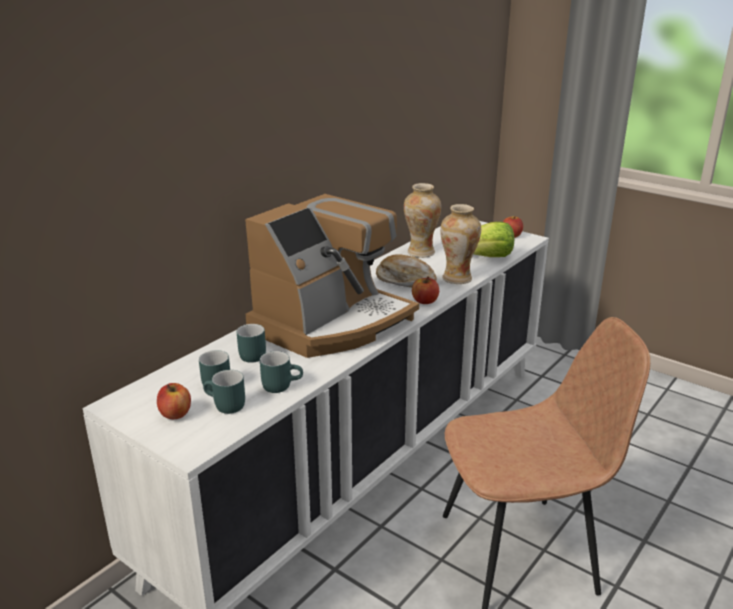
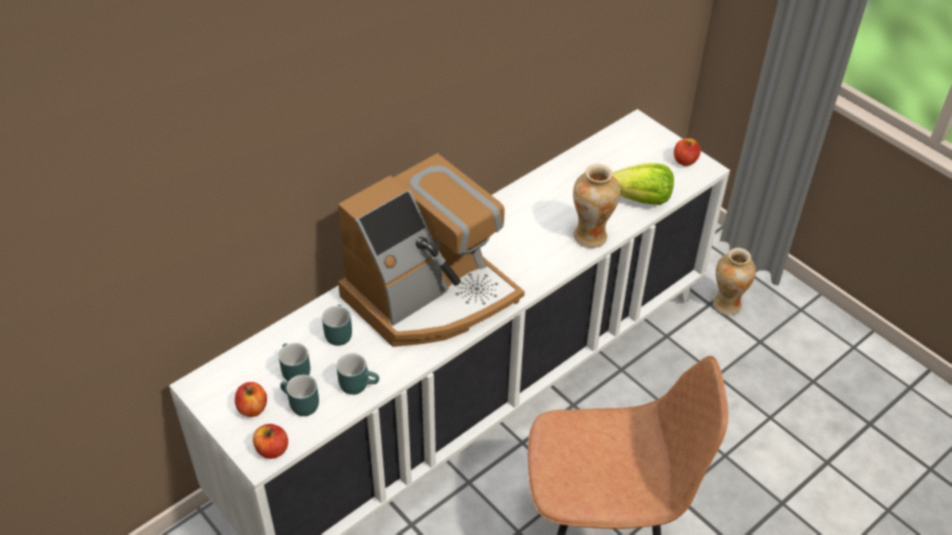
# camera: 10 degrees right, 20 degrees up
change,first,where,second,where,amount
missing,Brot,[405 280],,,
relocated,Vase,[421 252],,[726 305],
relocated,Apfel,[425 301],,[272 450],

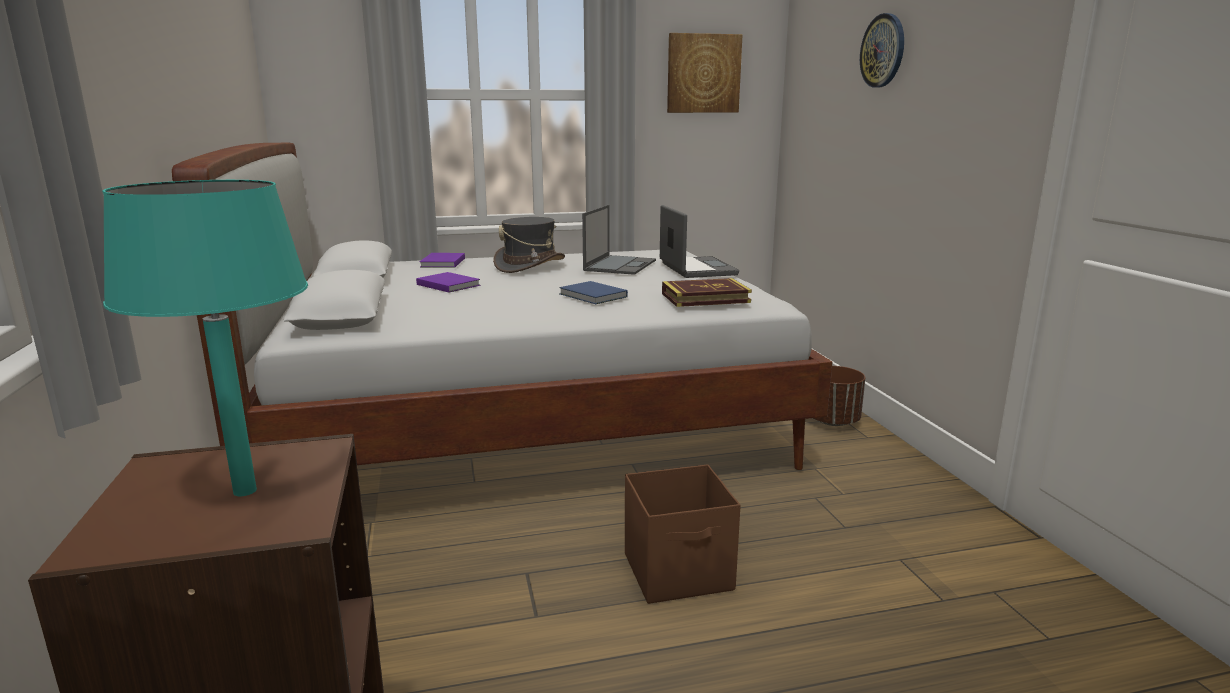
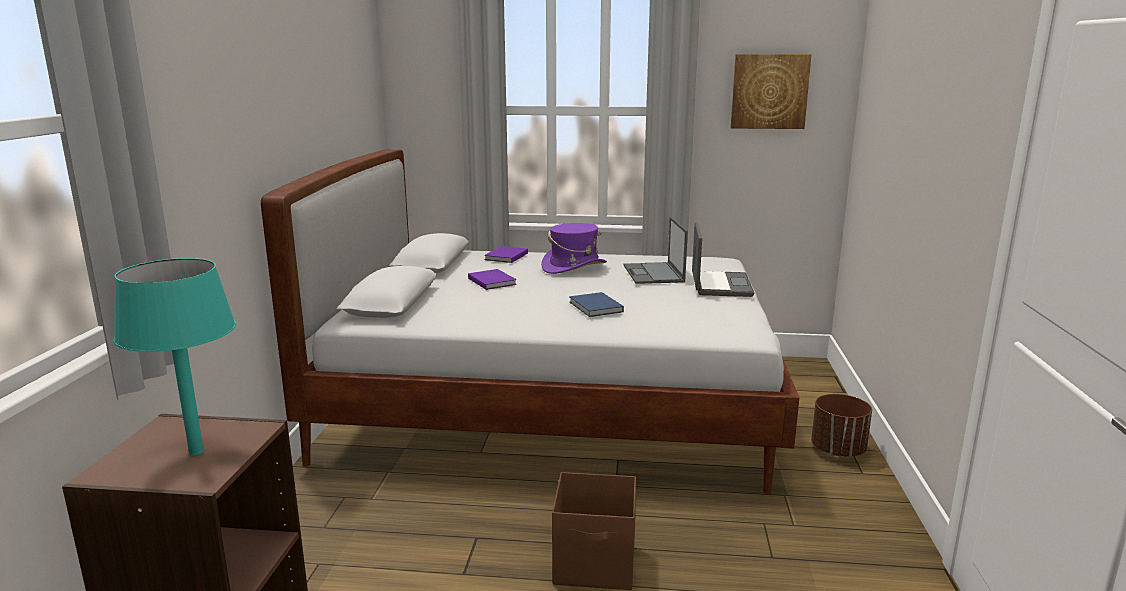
# camera: 20 degrees right, 0 degrees up
change,first,where,second,where,amount
missing,Buch,[705 298],,,
missing,Wanduhr,[883 51],,,
colour,Hut (grau),[530 266],Hut (lila),[574 267],
spun,Laptop,[620 265],,[653 274],135 degrees clockwise

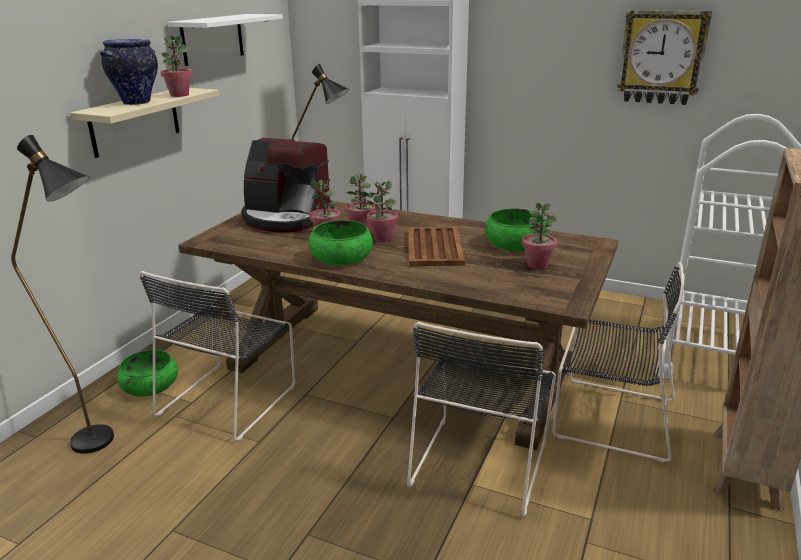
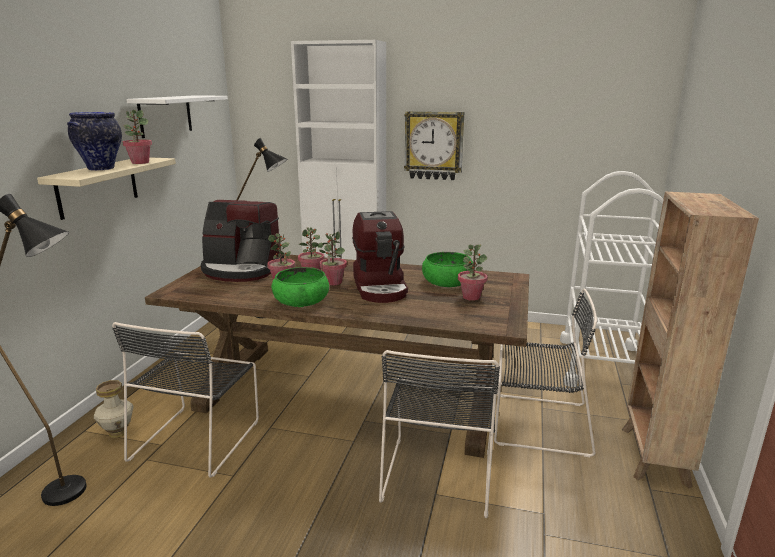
# camera: 10 degrees left, 5 degrees down
change,first,where,second,where,amount
relocated,Wanduhr,[662 57],,[434 145],
exchanged,Schüssel (grün),[150 385],Vase,[117 433],
exchanged,Tablett (braun),[435 247],Kaffeemaschine,[380 287],

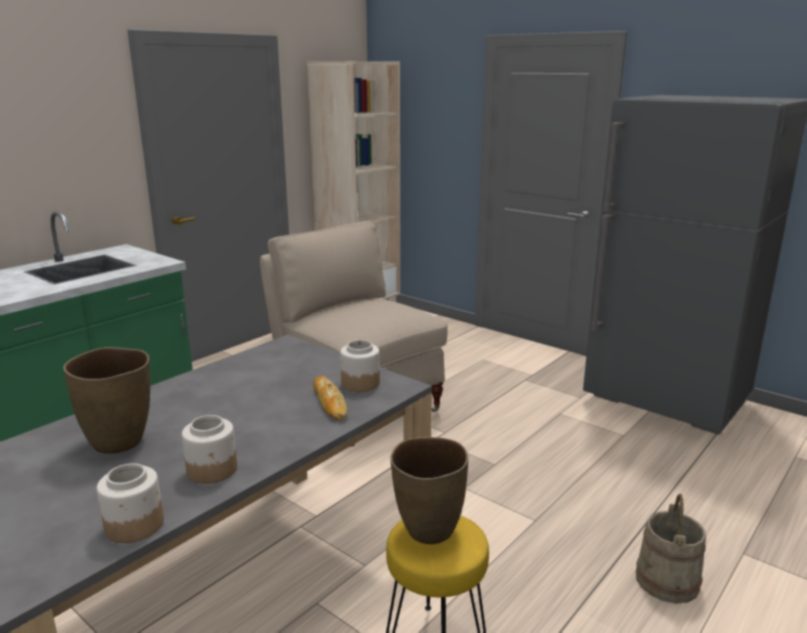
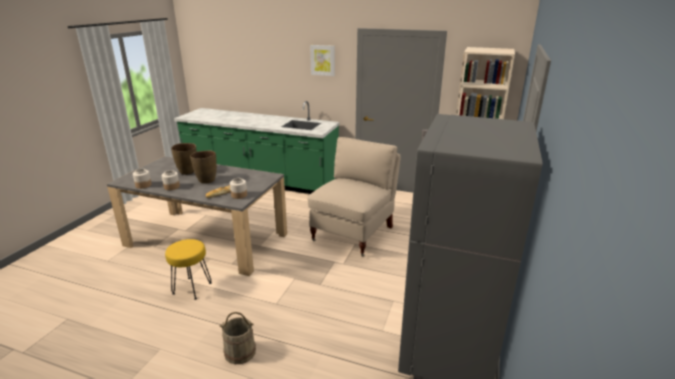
# camera: 70 degrees right, 5 degrees up
change,first,where,second,where,amount
appeared,,,Bild,[322 60],
relocated,Vase (braun),[428 531],,[206 180],

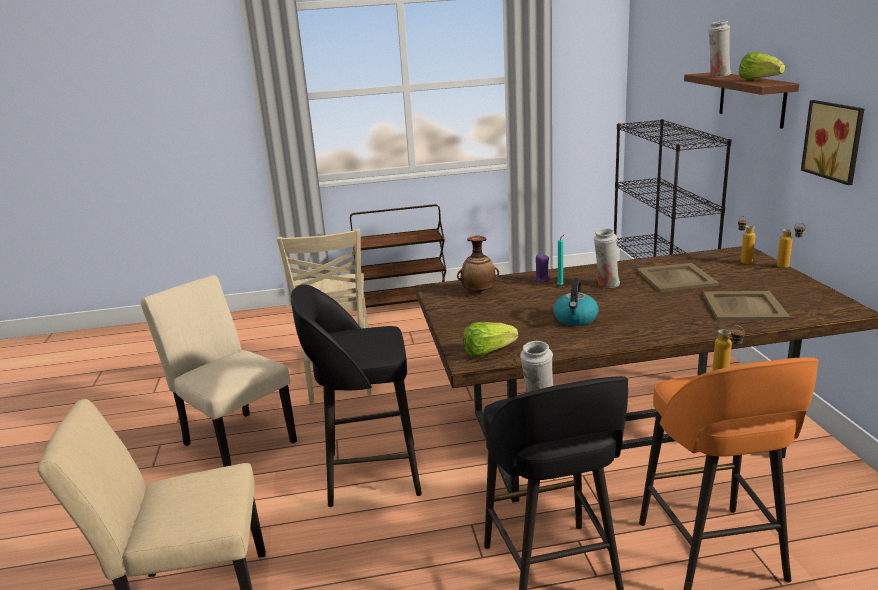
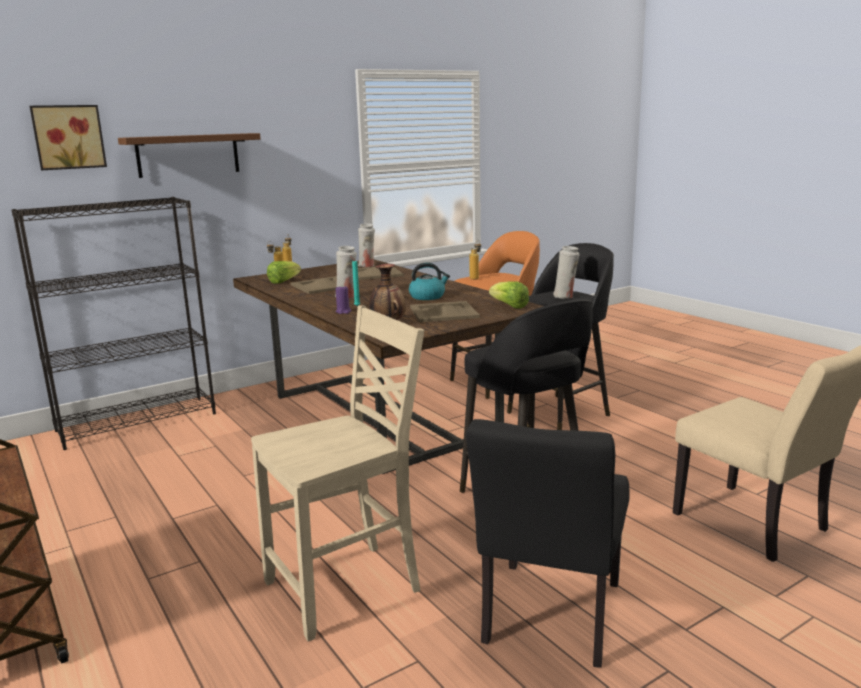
# camera: 115 degrees left, 5 degrees down
change,first,where,second,where,amount
appeared,,,Tablett (beige),[444 312],
relocated,Vase (weiß),[718 75],,[367 266],
relocated,Salatkopf,[759 80],,[283 281],
relocated,Bild,[835 140],,[68 137],
colour,Stuhl (beige),[234 440],Stuhl (schwarz),[549 620],

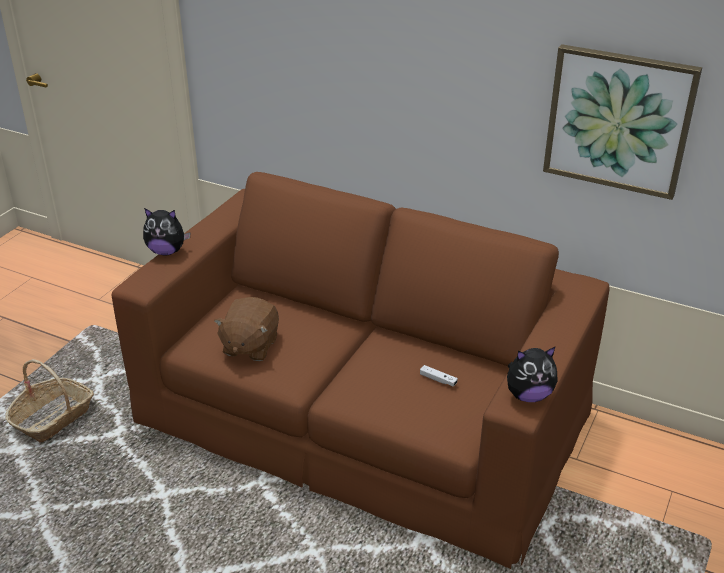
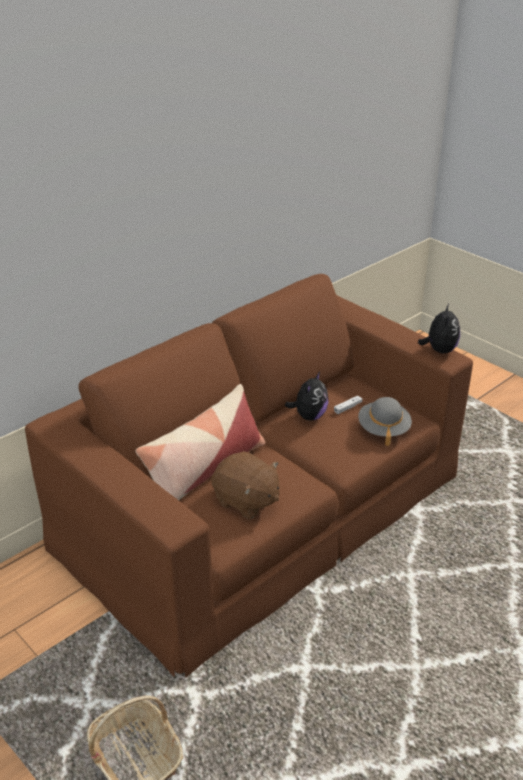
# camera: 70 degrees left, 0 degrees up
change,first,where,second,where,amount
missing,Bild,[618 120],,,
appeared,,,Kissen,[205 469],
appeared,,,Hut (grau),[383 429],
relocated,Plüschtier,[167 251],,[309 416],

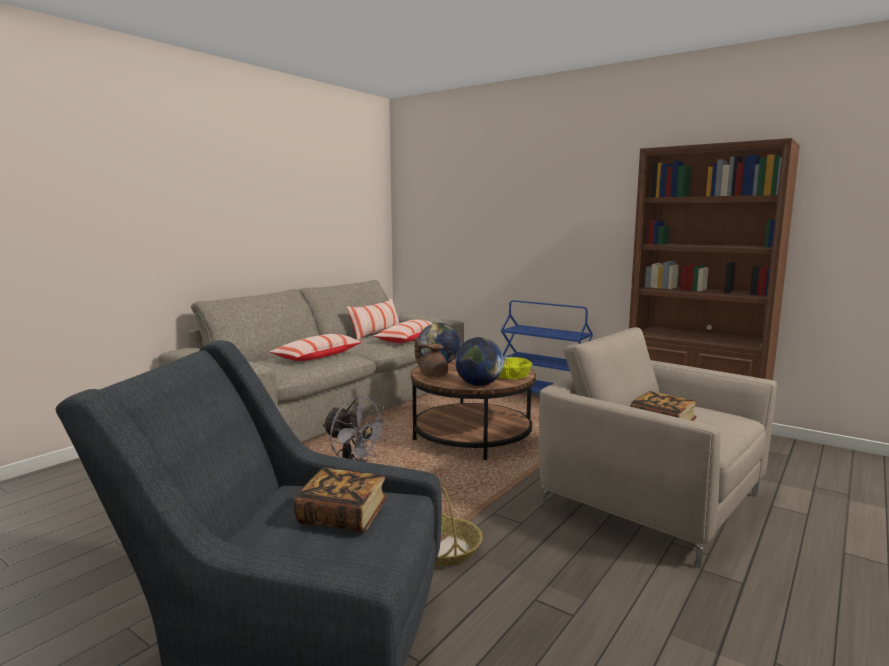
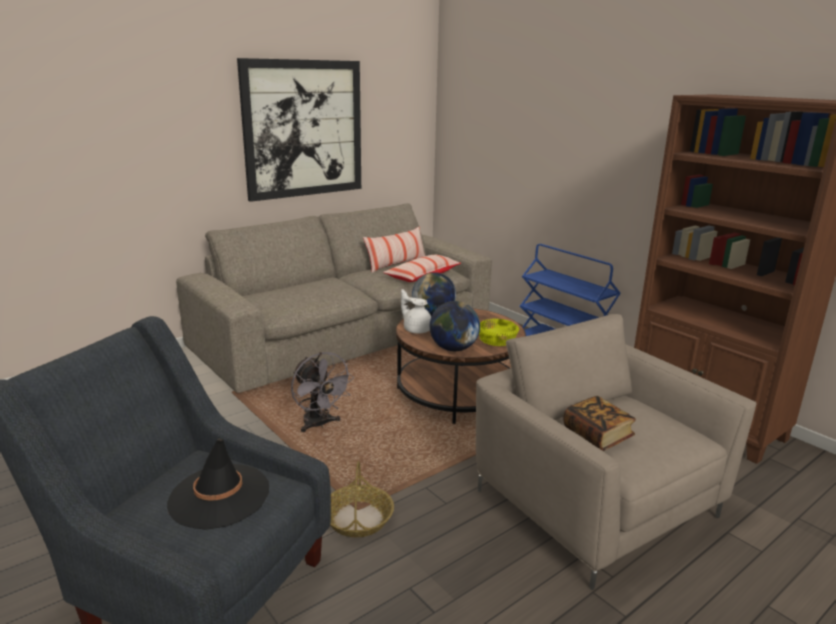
# camera: 15 degrees right, 10 degrees up
change,first,where,second,where,amount
missing,Kissen,[318 356],,,
appeared,,,Bild,[303 129],
exchanged,Buch,[342 517],Hut (schwarz),[219 496],
colour,Teekanne (braun),[432 375],Teekanne (weiß),[416 329],

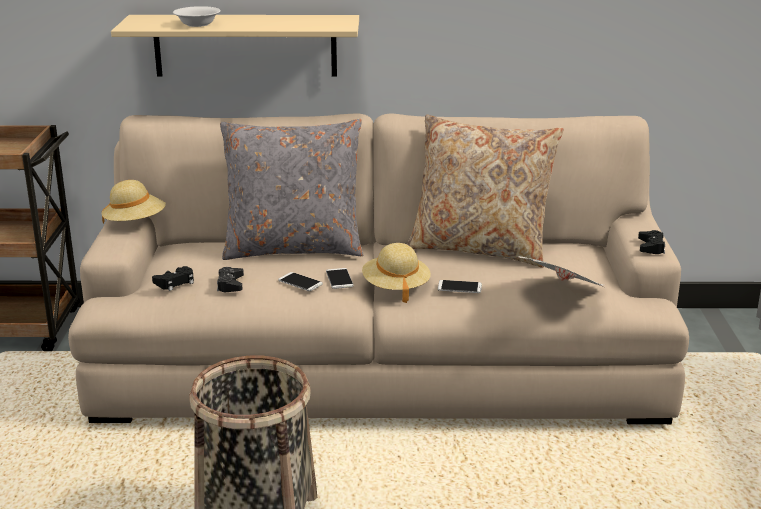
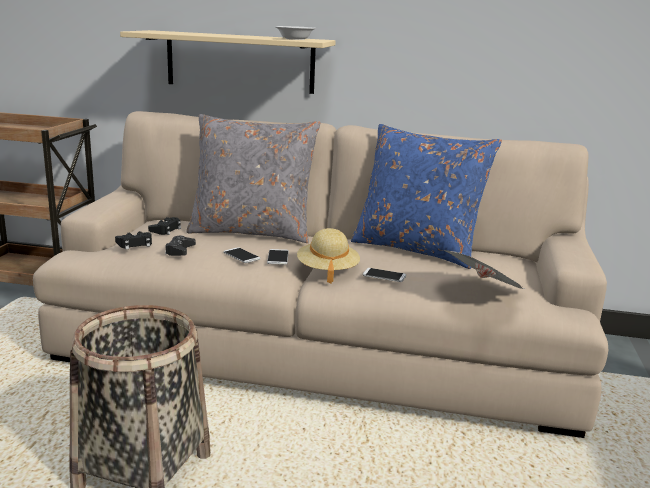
# camera: 10 degrees right, 5 degrees down
change,first,where,second,where,amount
missing,Hut (beige),[135 223],,,
relocated,Schüssel (weiß),[198 24],,[295 39],
relocated,Gamepad (schwarz),[651 247],,[166 230],
colour,Kissen (beige),[480 248],Kissen (blau),[417 249],

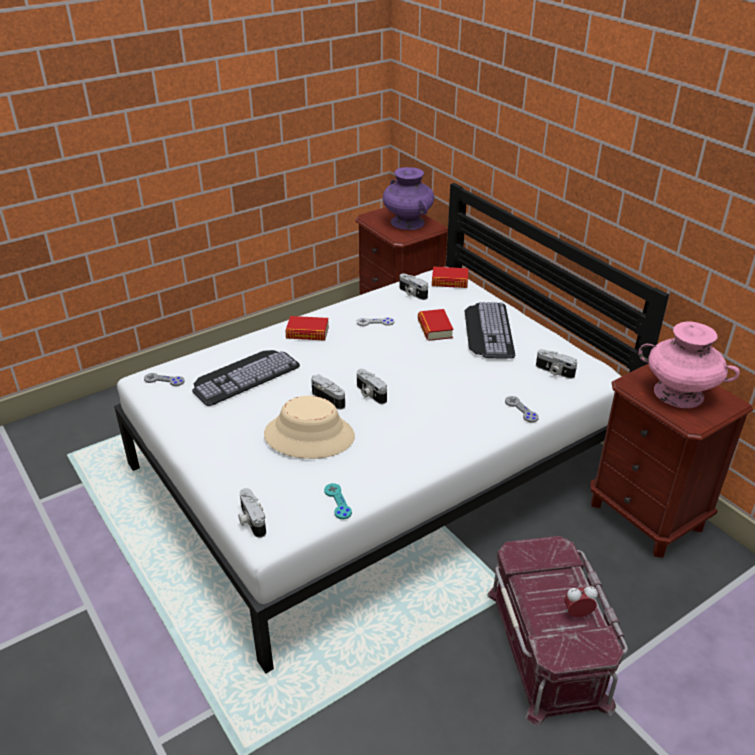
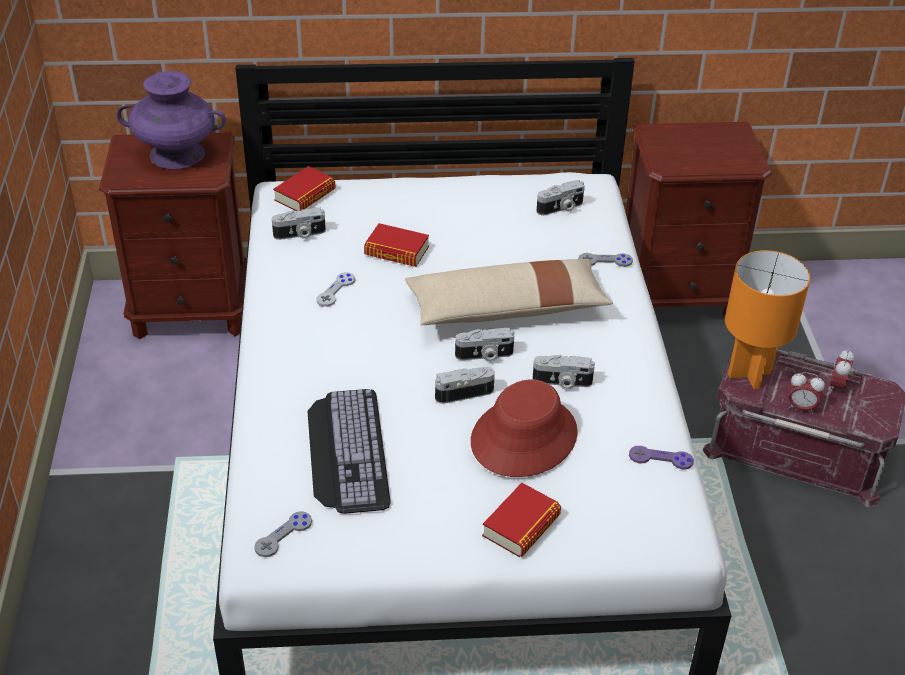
# camera: 60 degrees left, 5 degrees up
change,first,where,second,where,amount
missing,Tastatur,[487 329],,,
missing,Vase (rosa),[679 394],,,
appeared,,,Kissen (beige),[507 309],
appeared,,,Tischlampe (orange),[748 373],
appeared,,,Wecker,[801 407],
relocated,Kamera,[251 520],,[562 382],
relocated,Buch,[307 333],,[521 526],
colour,Hut (beige),[309 435],Hut (rot),[523 437],
colour,Gamepad (türkis),[337 502],Gamepad (lila),[660 459],

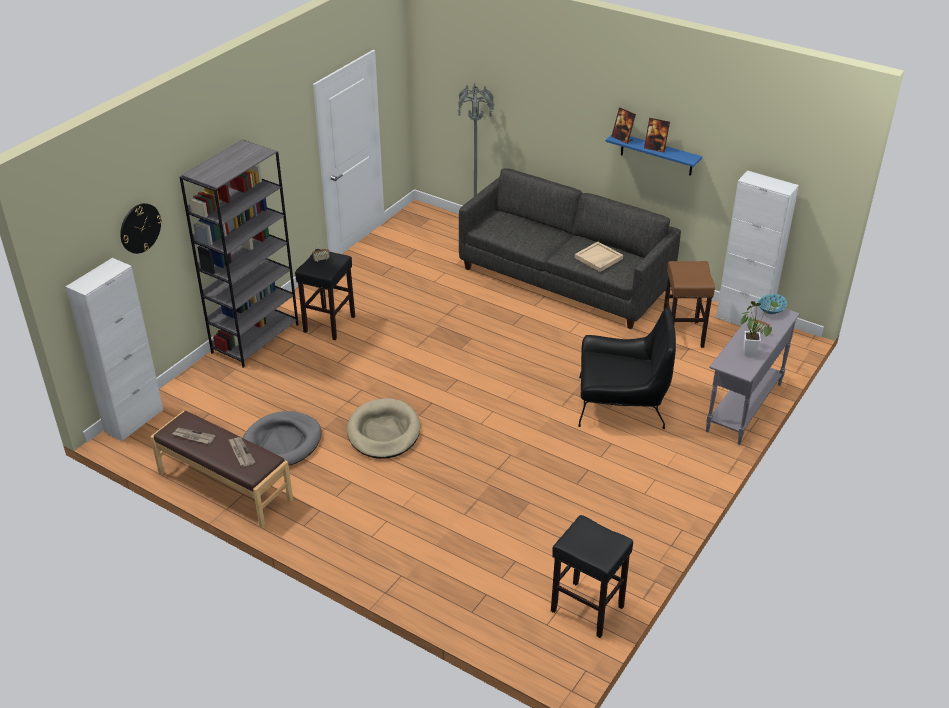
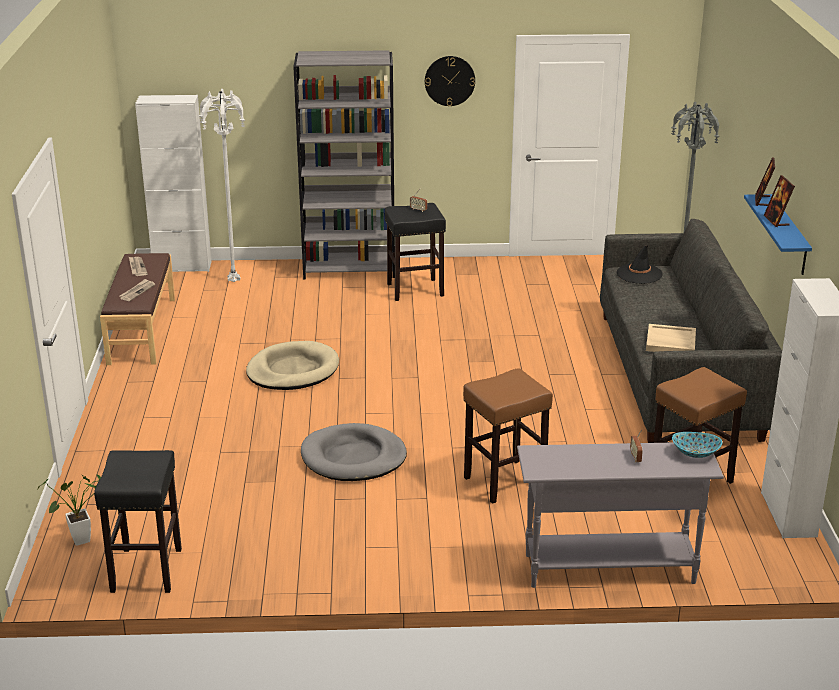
# camera: 55 degrees right, 10 degrees down
change,first,where,second,where,amount
appeared,,,Stehlampe (weiß),[235 282],
appeared,,,Hut (schwarz),[639 274],
relocated,Wanduhr,[140 228],,[449 80],
relocated,Hundebett (grau),[282 442],,[353 457],
relocated,Topfpflanze,[749 351],,[86 539],
exchanged,Sessel (schwarz),[621 403],Hocker (braun),[504 482],

